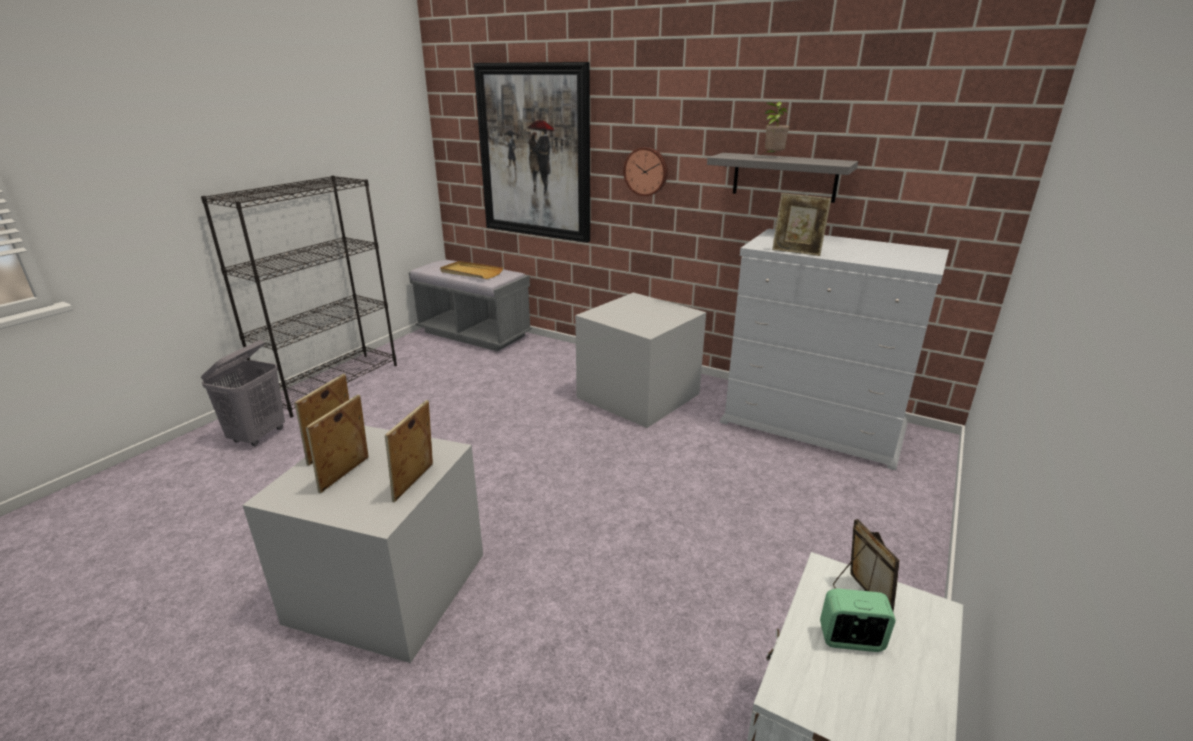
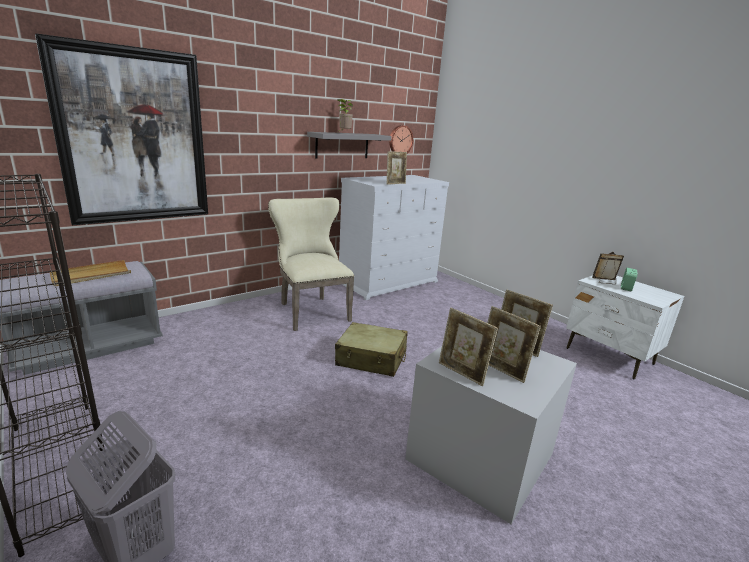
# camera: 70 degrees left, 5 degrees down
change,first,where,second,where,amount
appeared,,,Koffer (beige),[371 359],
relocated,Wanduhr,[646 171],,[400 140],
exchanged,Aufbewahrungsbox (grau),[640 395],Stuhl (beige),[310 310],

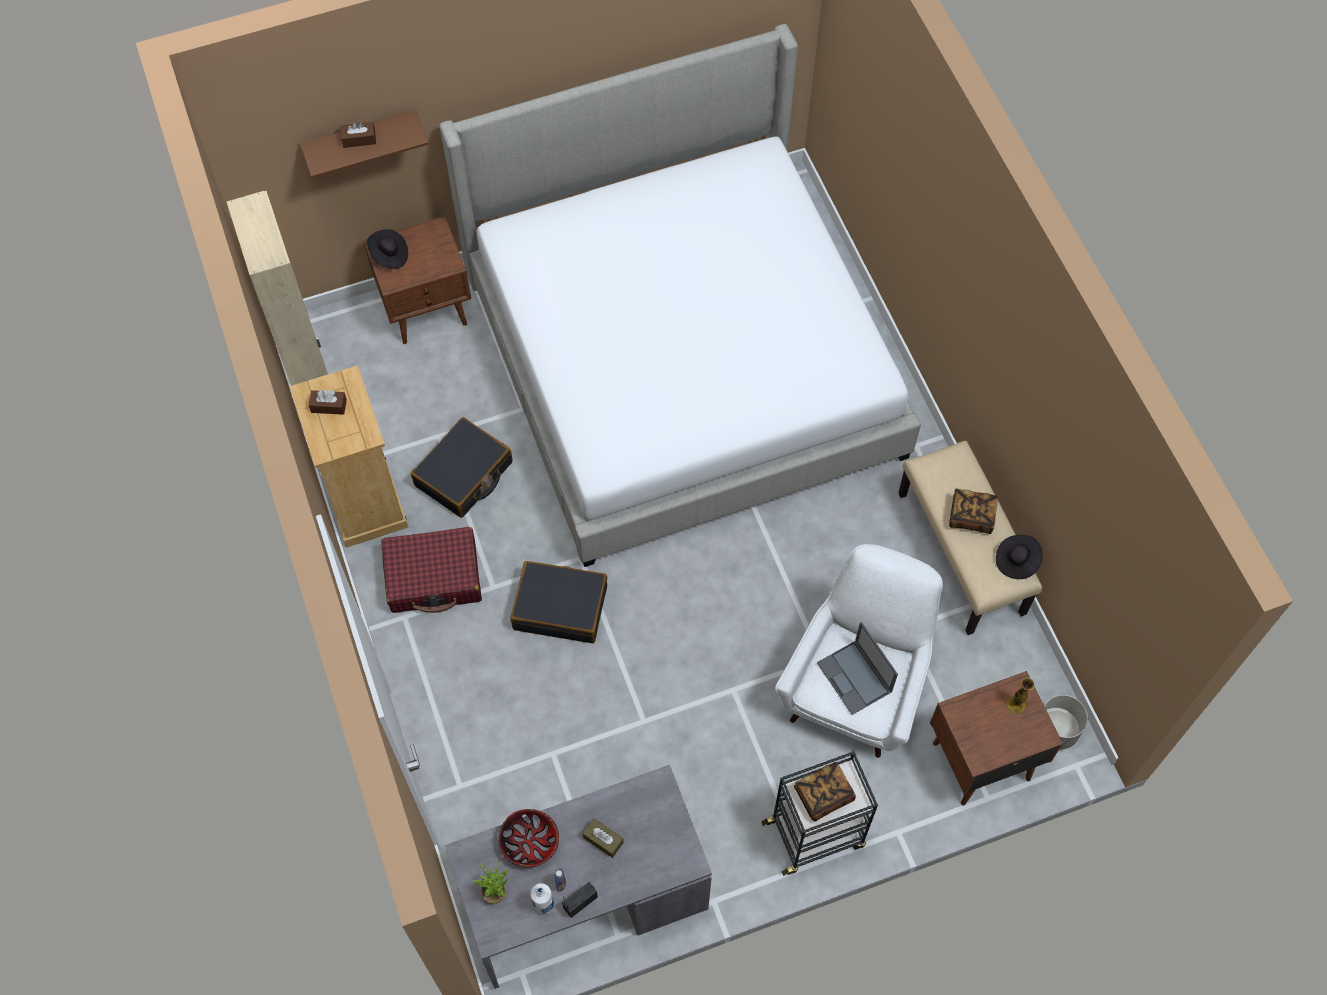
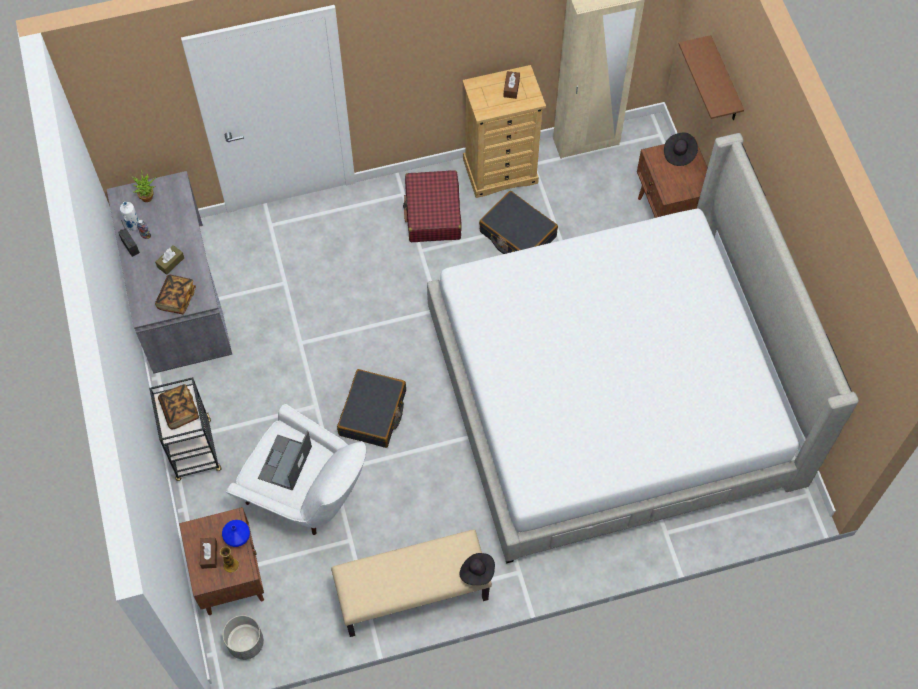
# camera: 95 degrees right, 0 degrees up
change,first,where,second,where,amount
missing,Schüssel,[530 842],,,
appeared,,,Vase (blau),[236 537],
relocated,Taschentuchbox (braun),[359 139],,[209 555],
relocated,Koffer (schwarz),[560 607],,[373 413],
relocated,Buch,[971 516],,[177 299],
relocated,Hut (schwarz),[1016 561],,[477 572],
spun,Laptop,[855 678],,[285 463],45 degrees counterclockwise

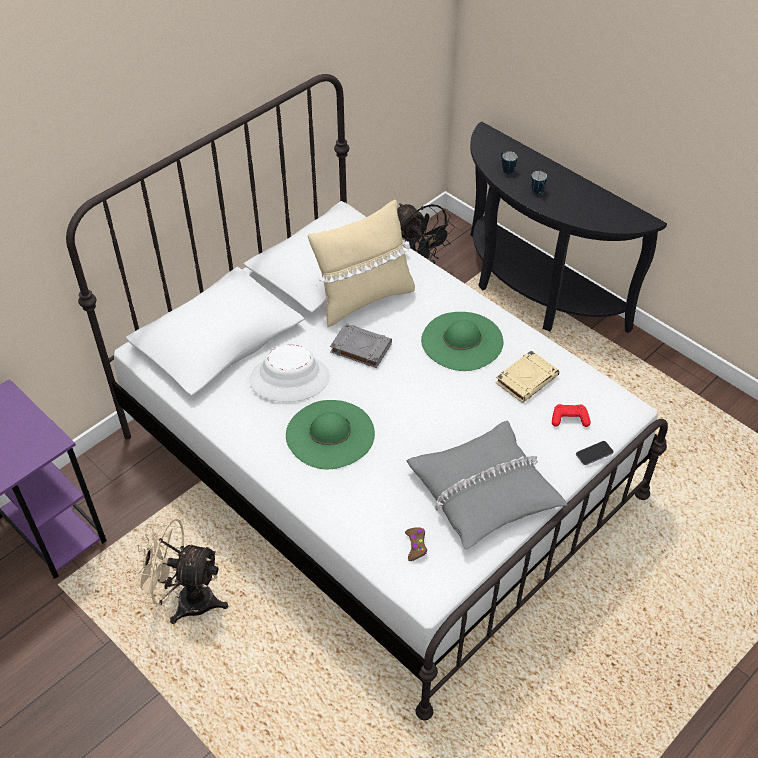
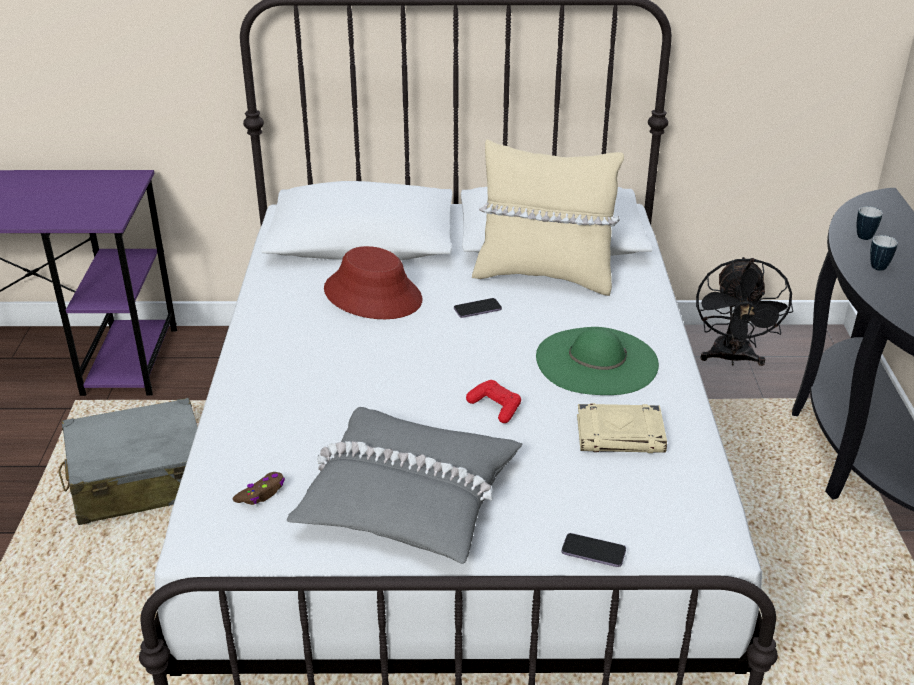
# camera: 45 degrees right, 15 degrees down
change,first,where,second,where,amount
missing,Hut (grün),[330 434],,,
relocated,Gamepad (rot),[569 419],,[495 407],
exchanged,Ventilator (beige),[186 599],Koffer (grau),[139 480],
exchanged,Buch (grau),[360 348],Handy,[477 309],
colour,Hut (weiß),[289 378],Hut (rot),[373 295],

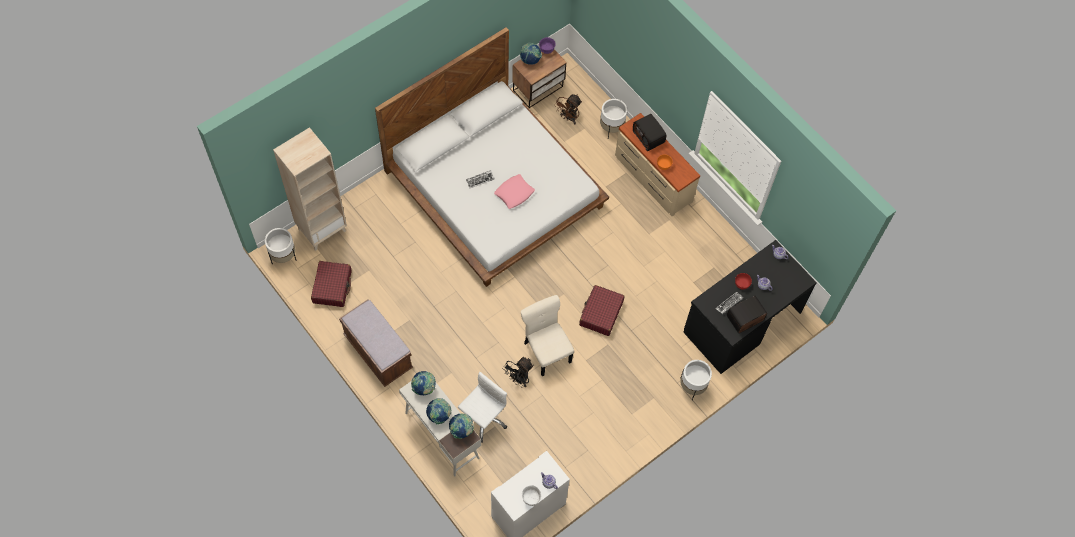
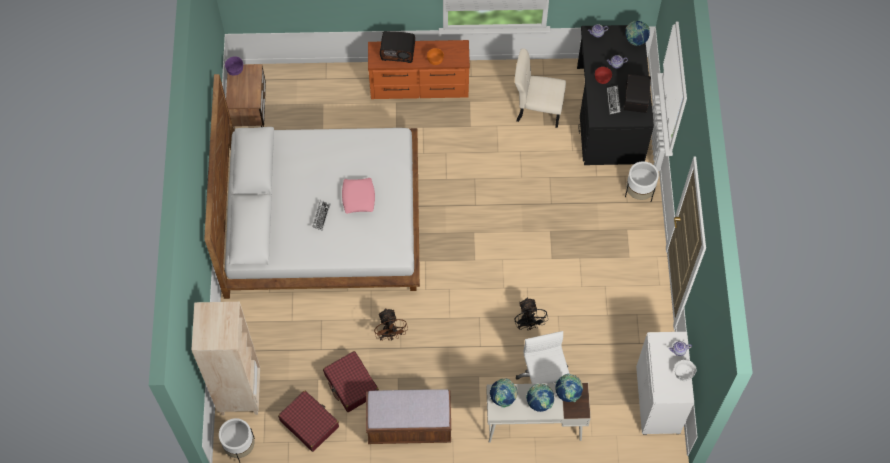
# camera: 50 degrees left, 0 degrees up
change,first,where,second,where,amount
missing,Pflanzkübel (weiß),[611 128],,,
relocated,Globus,[530 60],,[635 40],
relocated,Stuhl (beige),[546 351],,[537 109],
relocated,Ventilator (braun),[568 118],,[390 335],
relocated,Koffer (rot),[601 313],,[351 385],
colour,Kommode (beige),[652 179],Kommode (orange),[419 86],

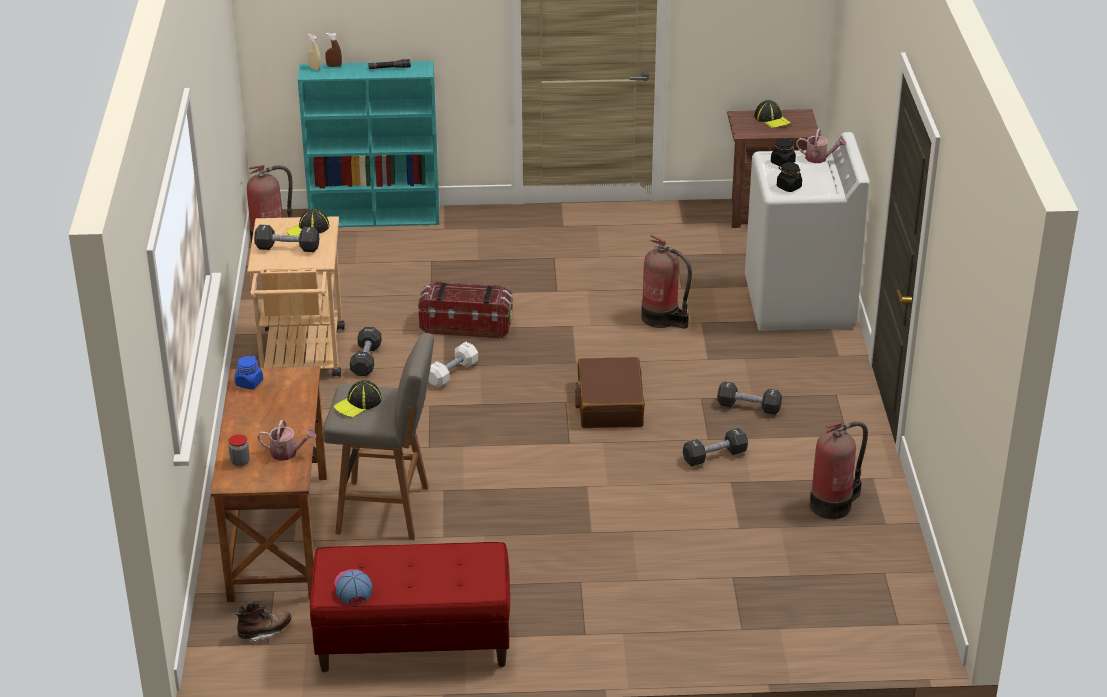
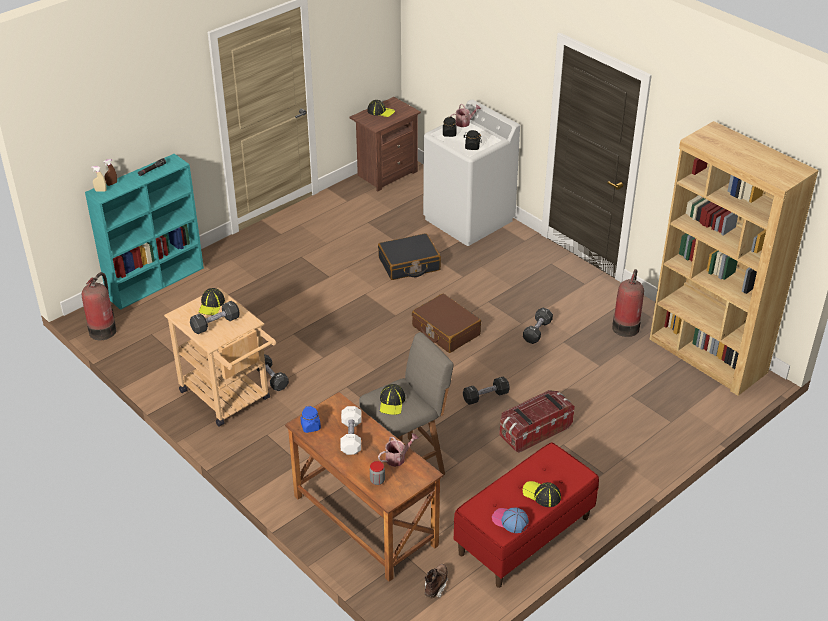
# camera: 40 degrees left, 5 degrees up
change,first,where,second,where,amount
appeared,,,Kappe,[541 495],
appeared,,,Bücherregal (braun),[707 356],
relocated,Aufbewahrungsbox,[466 325],,[534 431],
relocated,Hantel (weiß),[452 373],,[351 437],
relocated,Hantel (schwarz),[748 407],,[485 396],
exchanged,Feuerlöscher,[662 319],Koffer (schwarz),[409 264],

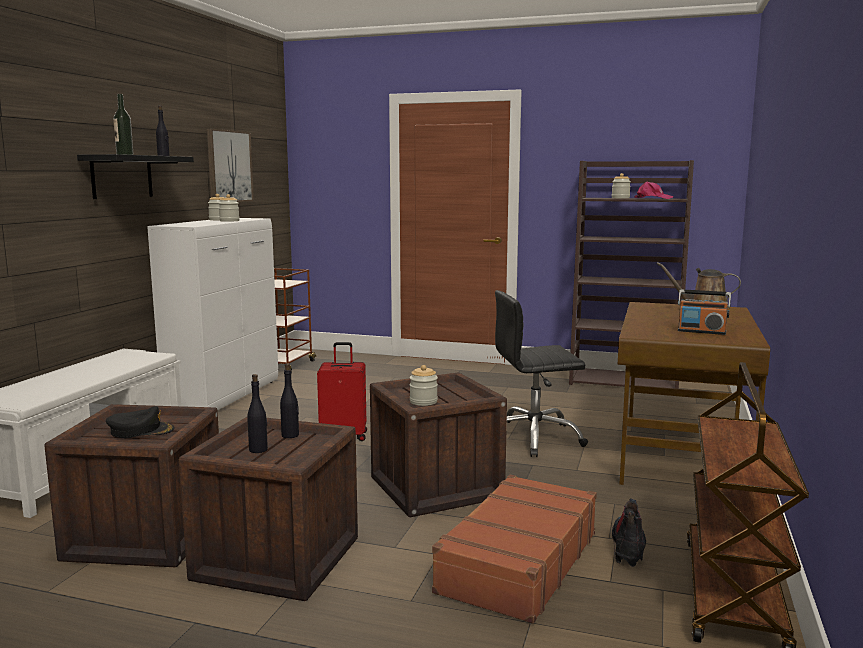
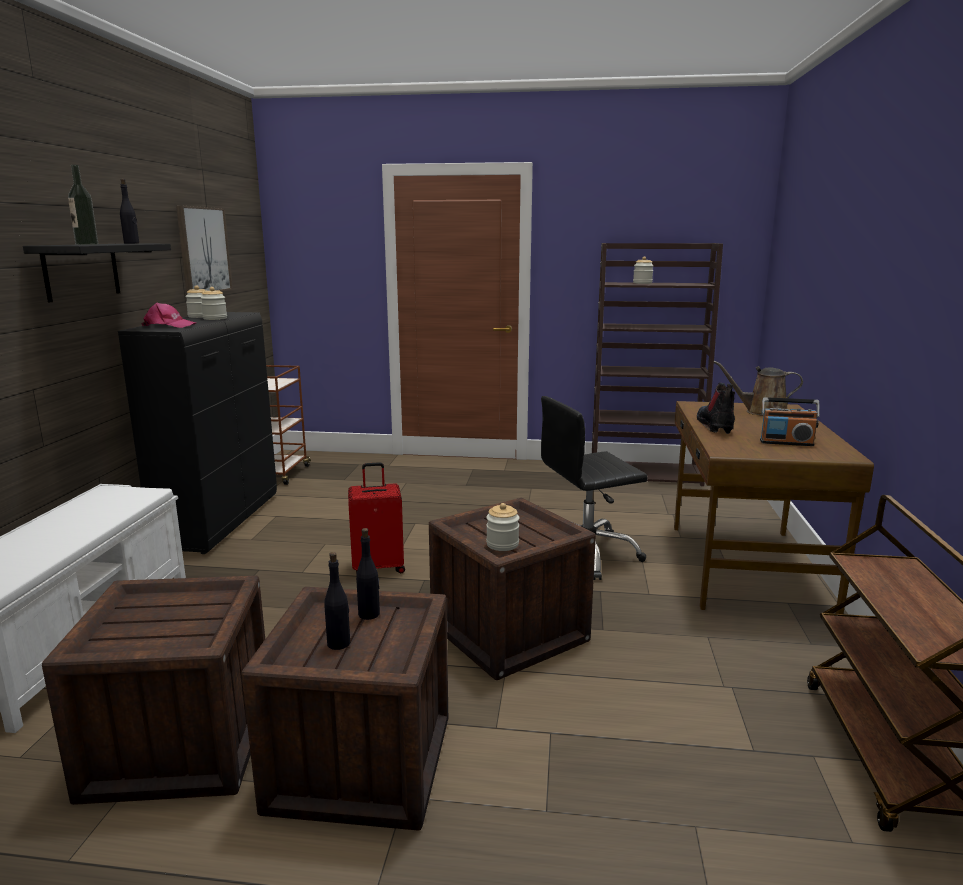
# camera: 10 degrees left, 5 degrees up
change,first,where,second,where,amount
missing,Kappe (schwarz),[141 430],,,
missing,Koffer (braun),[517 562],,,
relocated,Stiefel,[628 547],,[716 426],
relocated,Kappe (rosa),[652 198],,[168 326],
colour,Schrank (weiß),[225 396],Schrank (schwarz),[220 521],

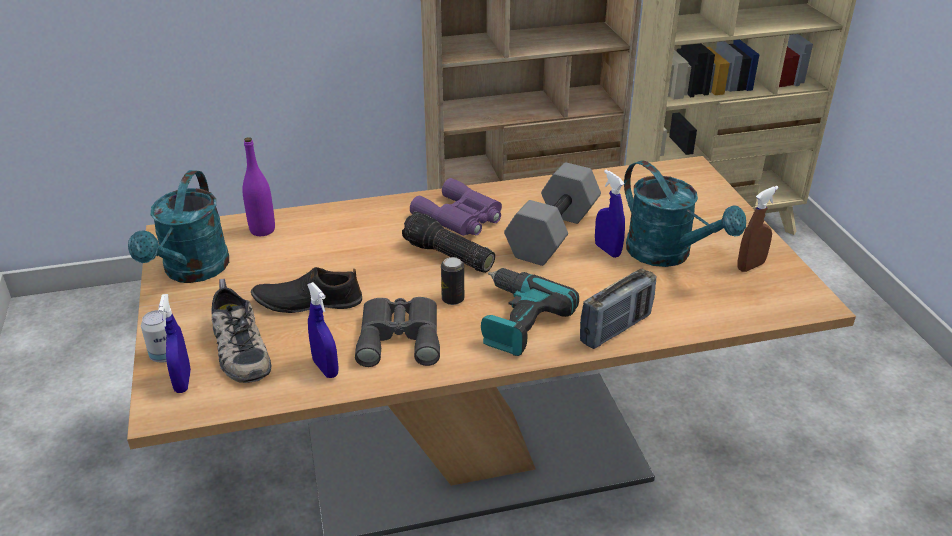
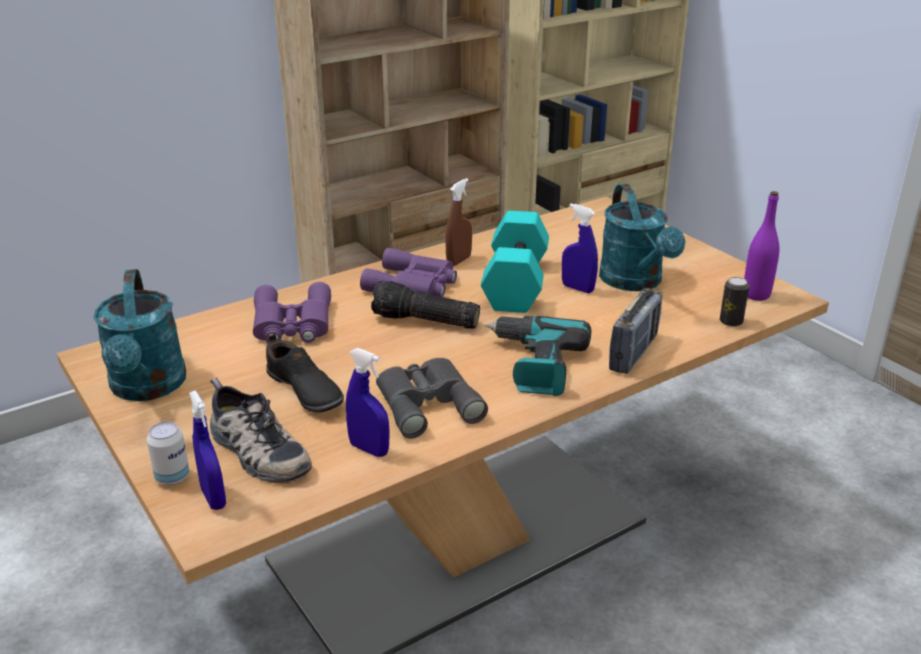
# camera: 20 degrees left, 5 degrees down
change,first,where,second,where,amount
appeared,,,Fernglas (lila),[292 324],
relocated,Flasche (lila),[262 230],,[756 295],
relocated,Dose,[453 299],,[731 322],
relocated,Sprühflasche (braun),[750 266],,[458 261],
colour,Hantel (grau),[551 233],Hantel (türkis),[513 283],
spun,Schuh (schwarz),[307 301],,[304 391],105 degrees counterclockwise
spun,Gießkanne (türkis),[668 255],,[635 282],45 degrees clockwise

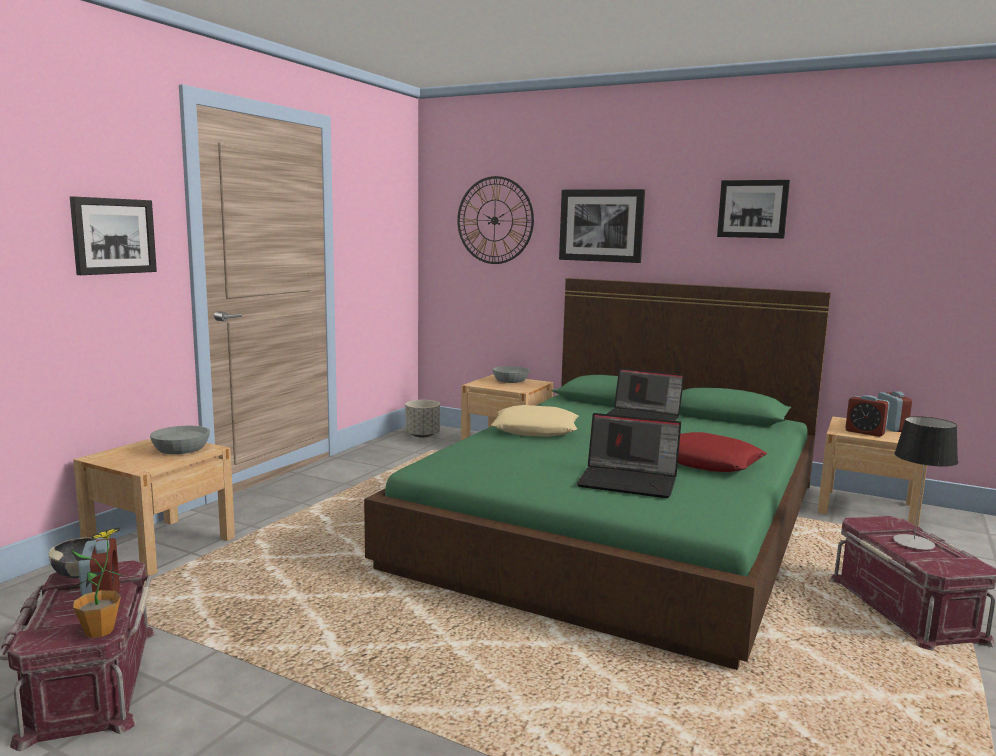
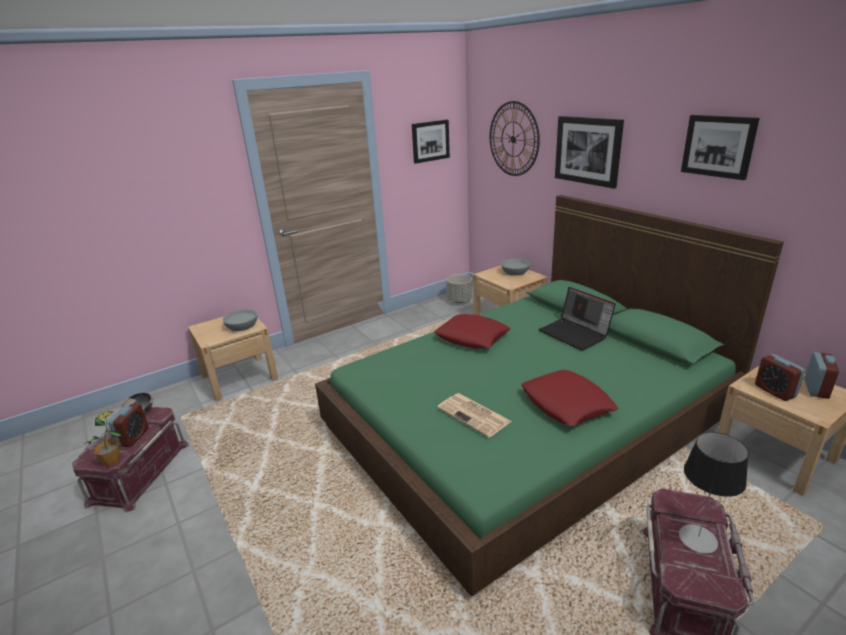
# camera: 30 degrees right, 15 degrees up
change,first,where,second,where,amount
relocated,Bild,[113 236],,[430 141],
exchanged,Laptop,[629 481],Zeitung,[474 415],
colour,Kissen (beige),[535 430],Kissen (rot),[472 337],

